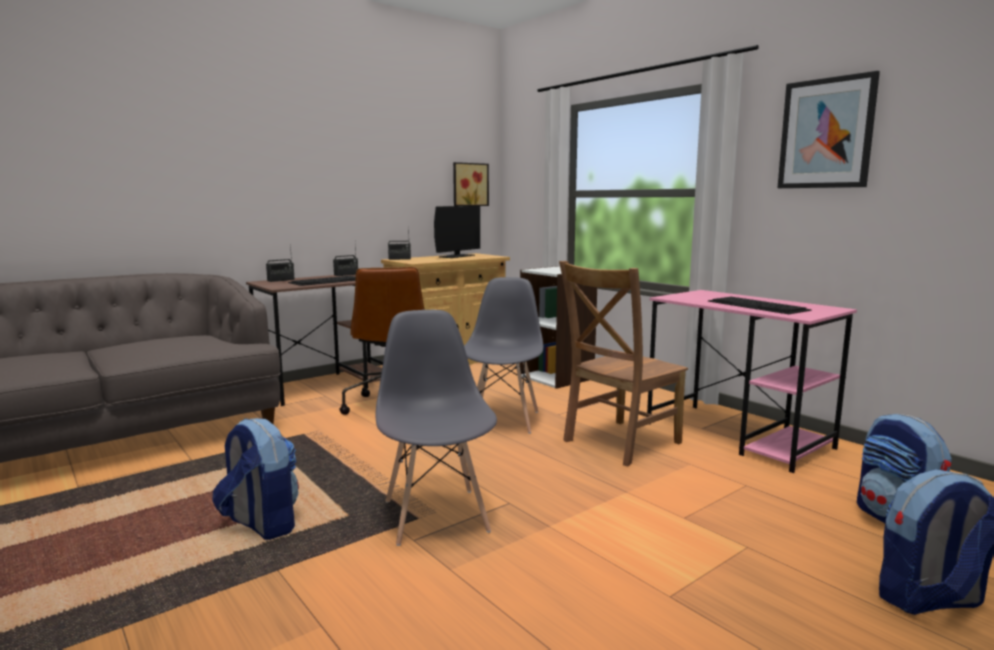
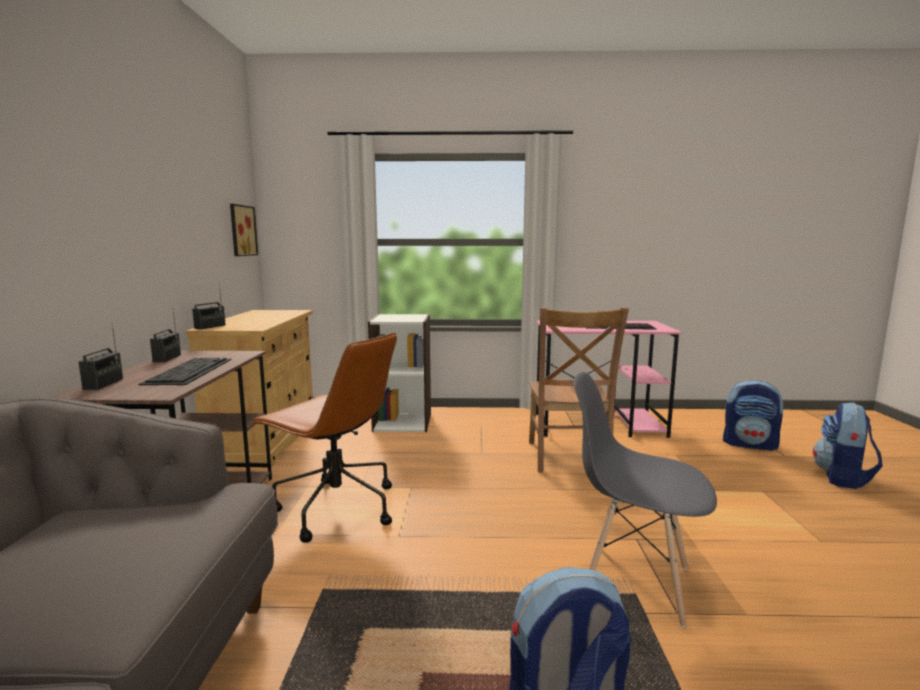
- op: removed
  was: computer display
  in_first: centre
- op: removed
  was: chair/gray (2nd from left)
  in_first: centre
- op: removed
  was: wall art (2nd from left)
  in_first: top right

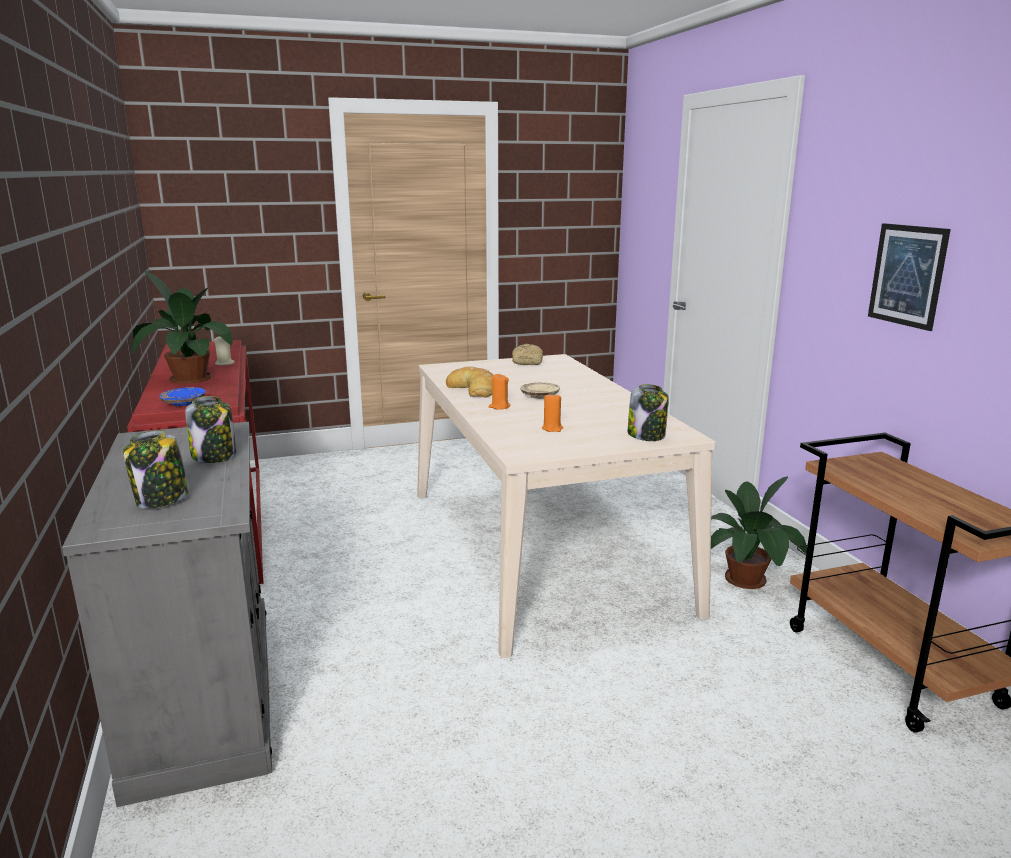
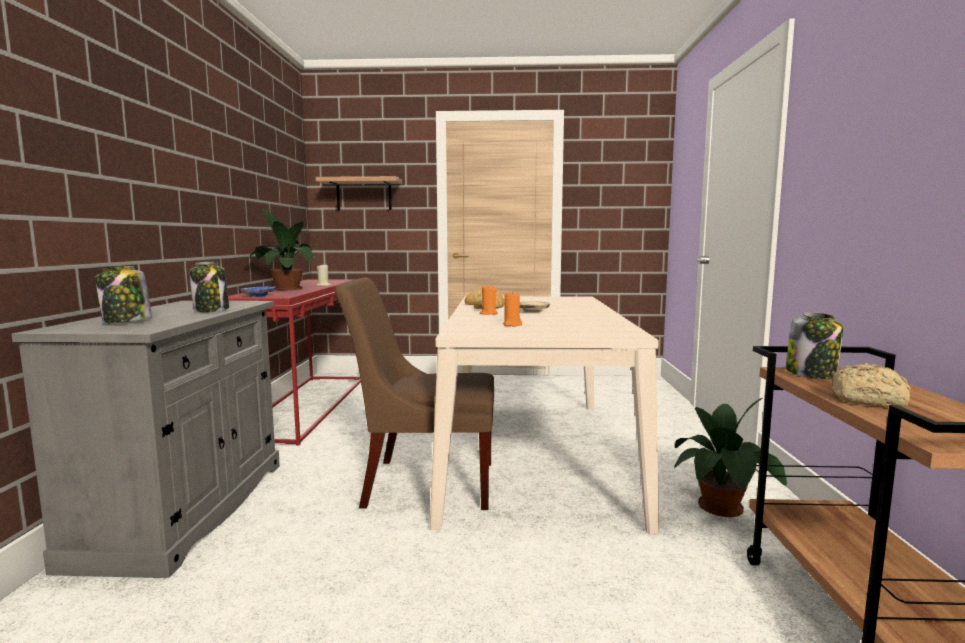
- op: added
  now: bracket shelf
  in_second: top centre
- op: added
  now: chair/brownish
  in_second: centre
- op: moved
  was: preserve jar (3rd from left)
  in_first: centre
  in_second: middle right
- op: moved
  was: bakery bread (2nd from left)
  in_first: centre
  in_second: middle right
- op: removed
  was: wall art
  in_first: top right

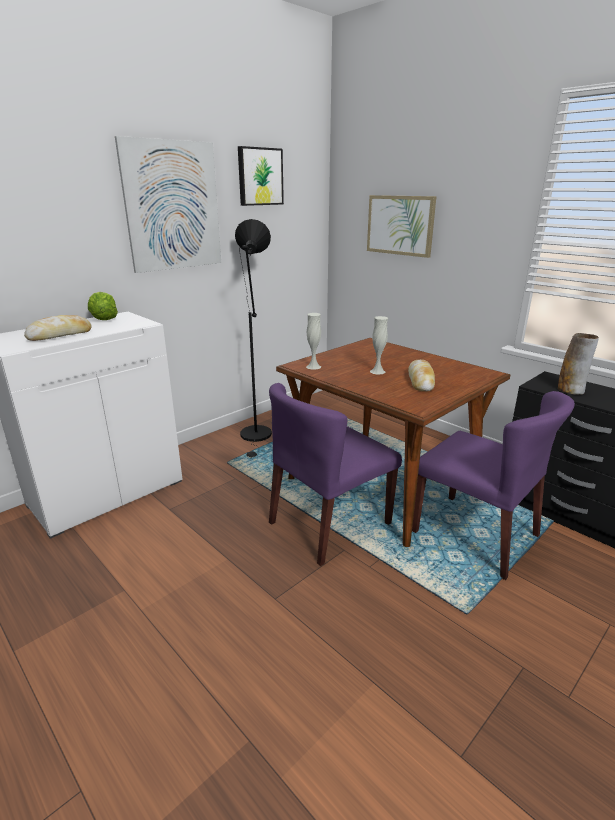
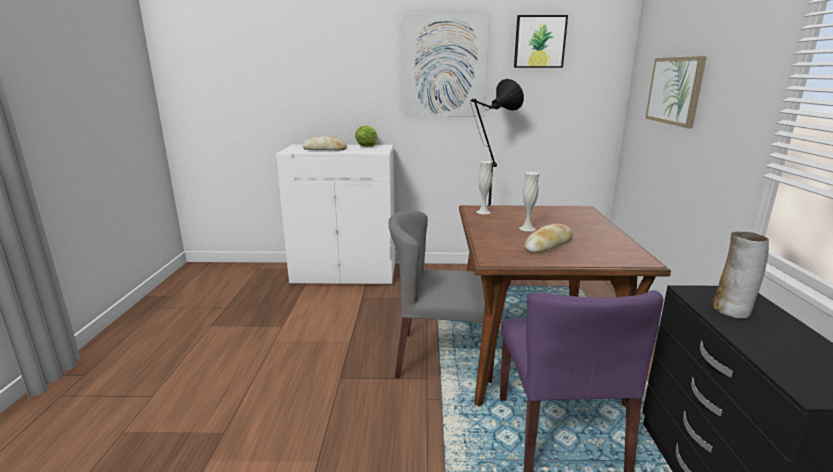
- op: recoloured
  was: chair/purple-coloured (1st from left)
  now: chair/gray
  in_first: centre
  in_second: centre

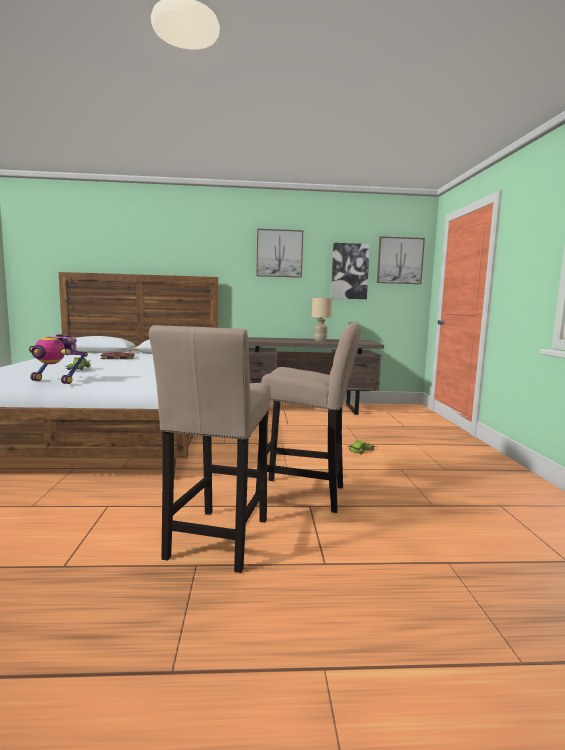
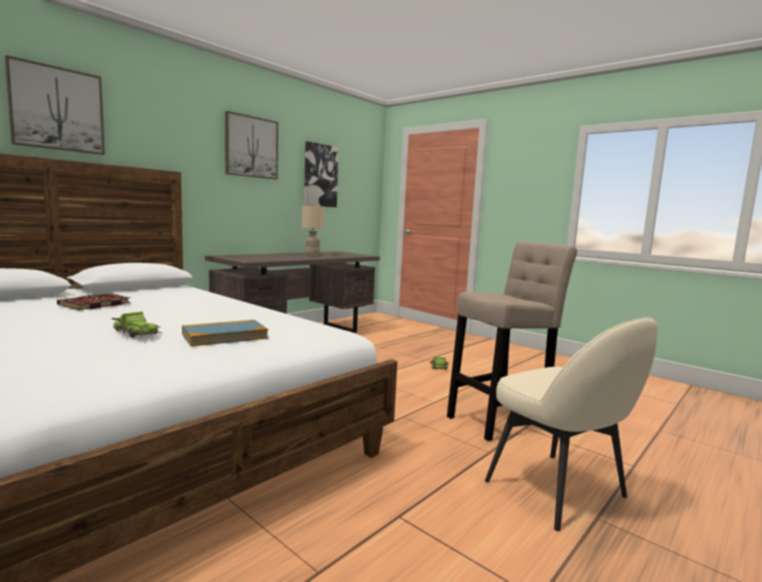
- op: moved
  was: wall art (3rd from left in the first image)
  now: wall art (1st from left)
  in_first: middle right
  in_second: top left
- op: added
  now: bound book (2nd from left)
  in_second: middle left
- op: replaced
  was: sitting stool/sand-coloured (1st from left)
  now: chair/sand-coloured
  in_first: centre
  in_second: bottom right
- op: removed
  was: robot figure
  in_first: middle left

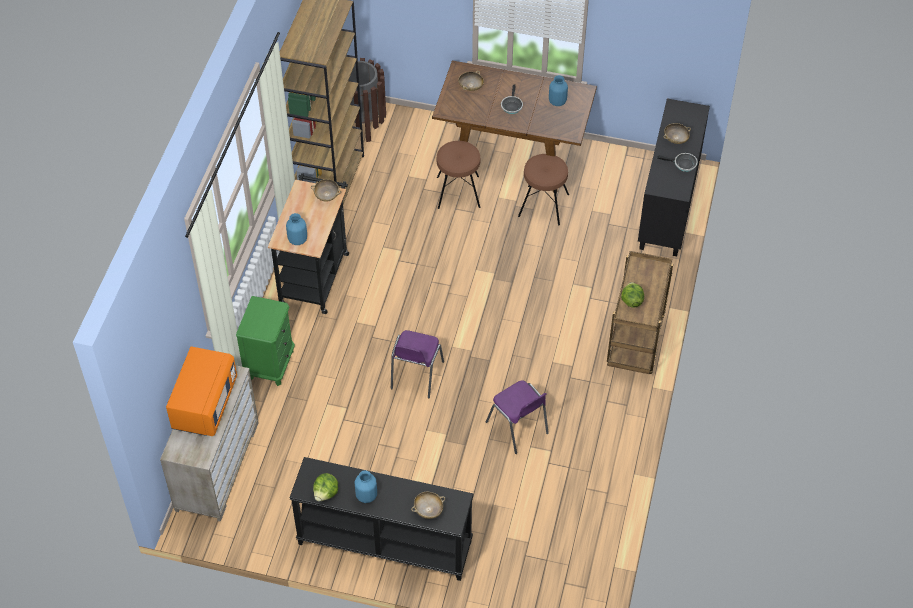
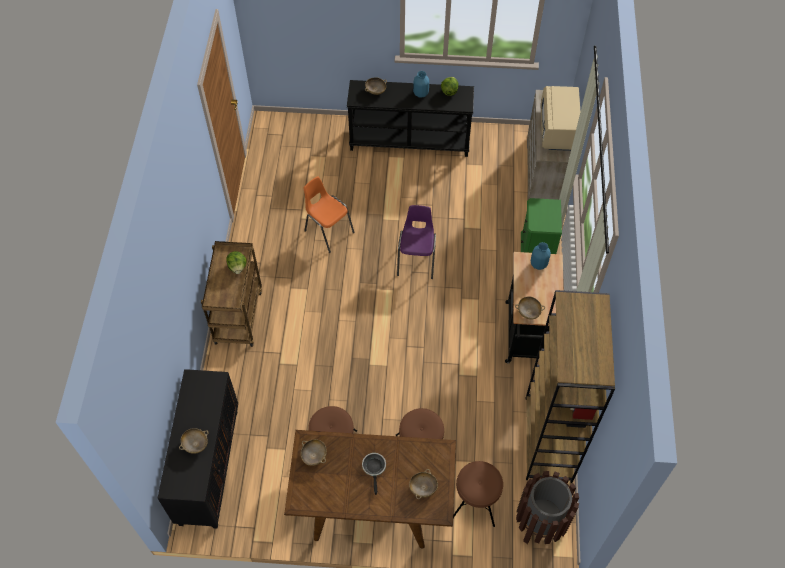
- op: added
  now: bowl/sand-coloured (2nd from left)
  in_second: bottom centre
- op: recoloured
  was: chair/purple-coloured (2nd from left)
  now: chair/orange
  in_first: bottom centre
  in_second: centre
- op: added
  now: sitting stool/brownish (3rd from left)
  in_second: bottom centre
- op: recoloured
  was: microwave oven/orange
  now: microwave oven/sand-coloured
  in_first: middle left
  in_second: top right
- op: removed
  was: flower vase/bluish (3rd from left)
  in_first: top centre
- op: removed
  was: pan (2nd from left)
  in_first: top right

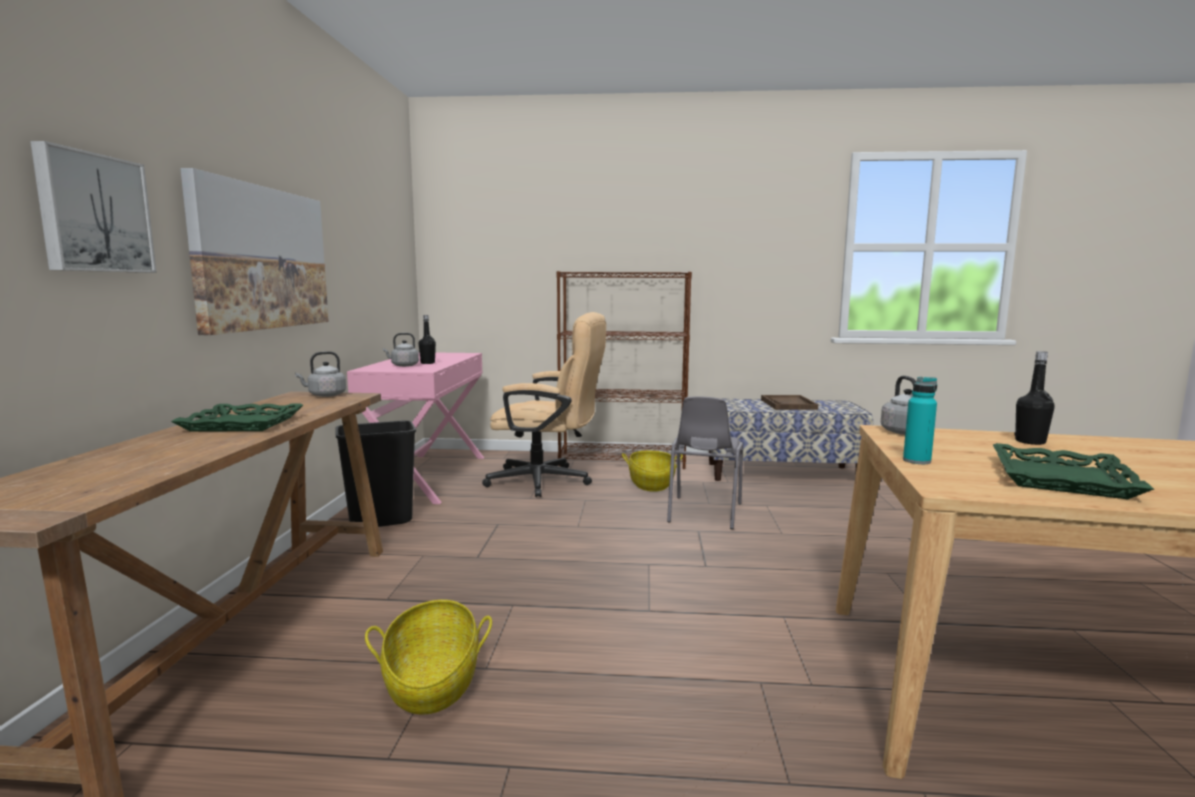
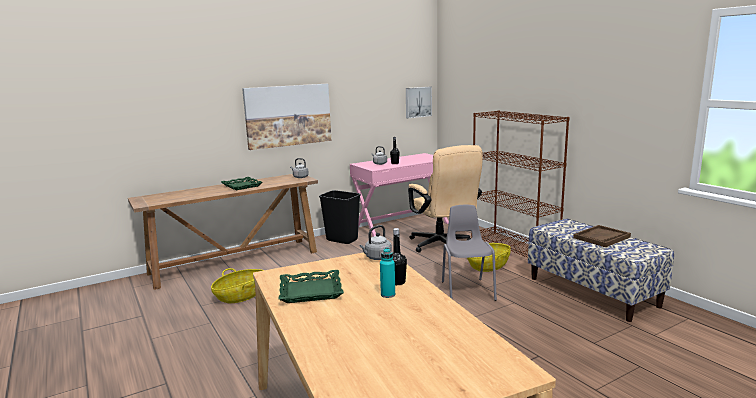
- op: moved
  was: drink bottle/blue-green
  in_first: middle right
  in_second: bottom centre
- op: moved
  was: wall art (1st from left in the first image)
  now: wall art (2nd from left)
  in_first: top left
  in_second: top centre
- op: turned
  was: chair/gray
  in_first: centre
  in_second: centre
  clockwise: 105

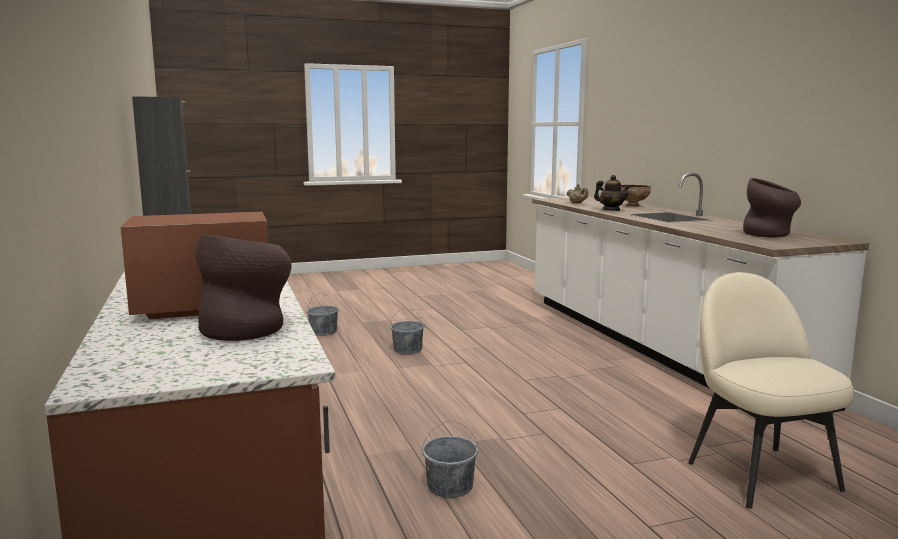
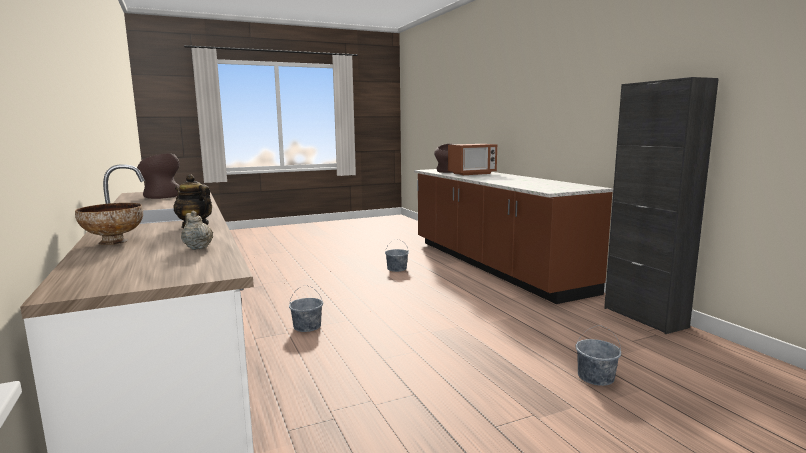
- op: moved
  was: bucket/gray (2nd from left in the first image)
  now: bucket/gray (1st from left)
  in_first: centre
  in_second: bottom centre
- op: removed
  was: chair/sand-coloured
  in_first: bottom right

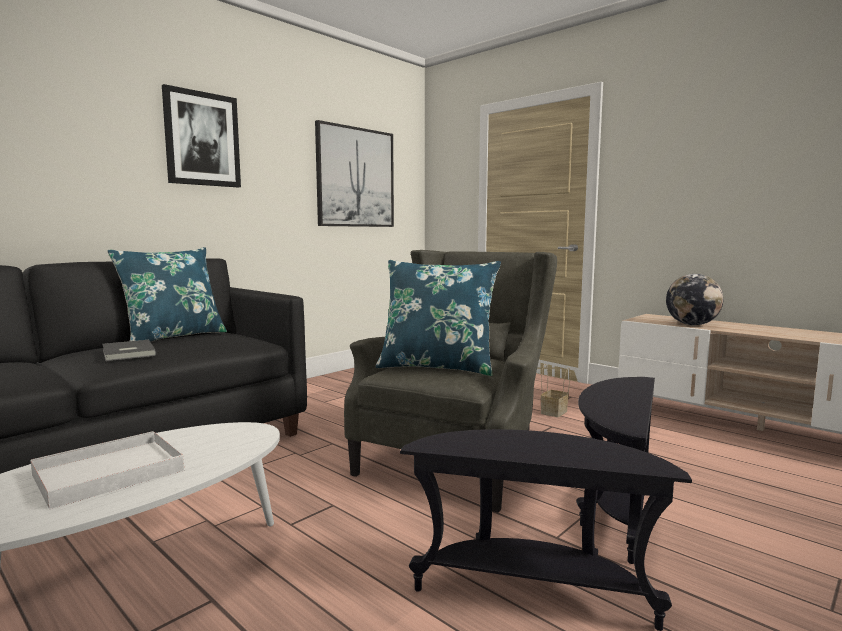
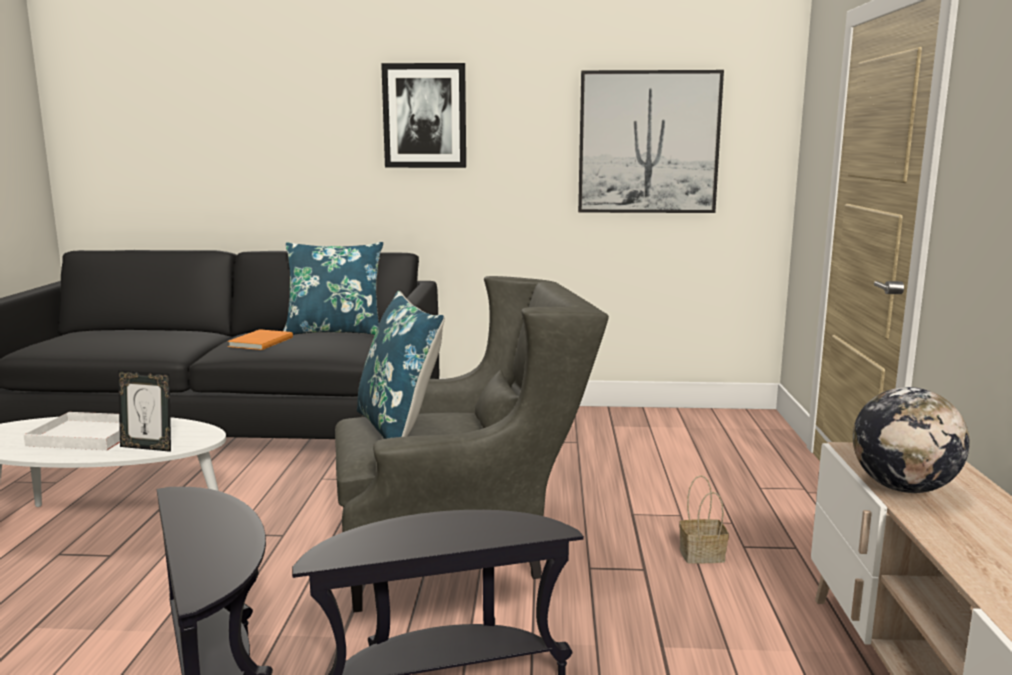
- op: added
  now: photo frame
  in_second: middle left
- op: recoloured
  was: bound book/gray
  now: bound book/orange
  in_first: middle left
  in_second: middle left

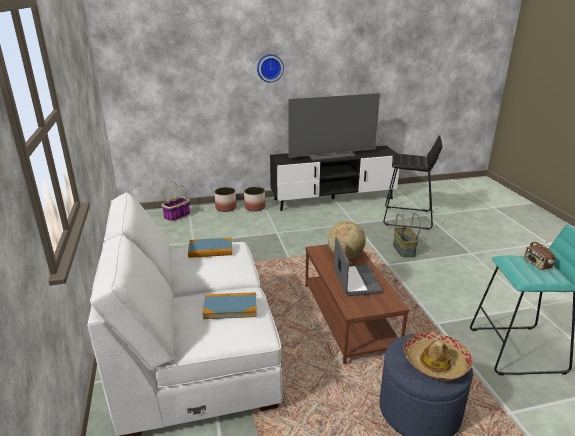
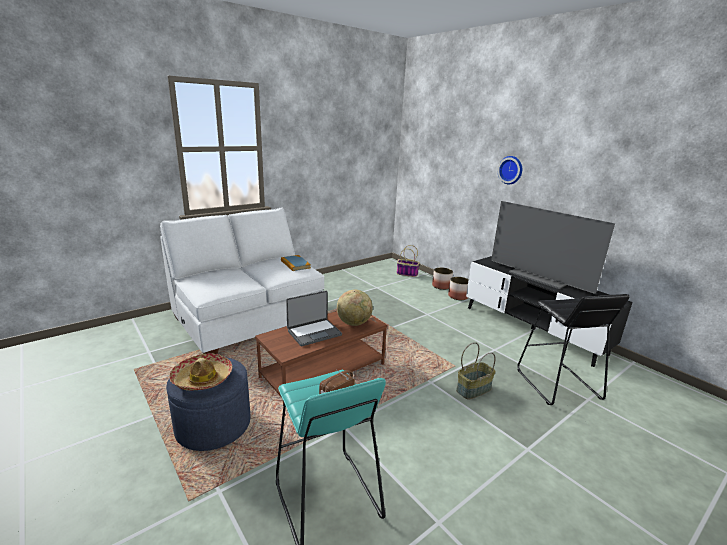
- op: removed
  was: bound book (2nd from left)
  in_first: bottom centre

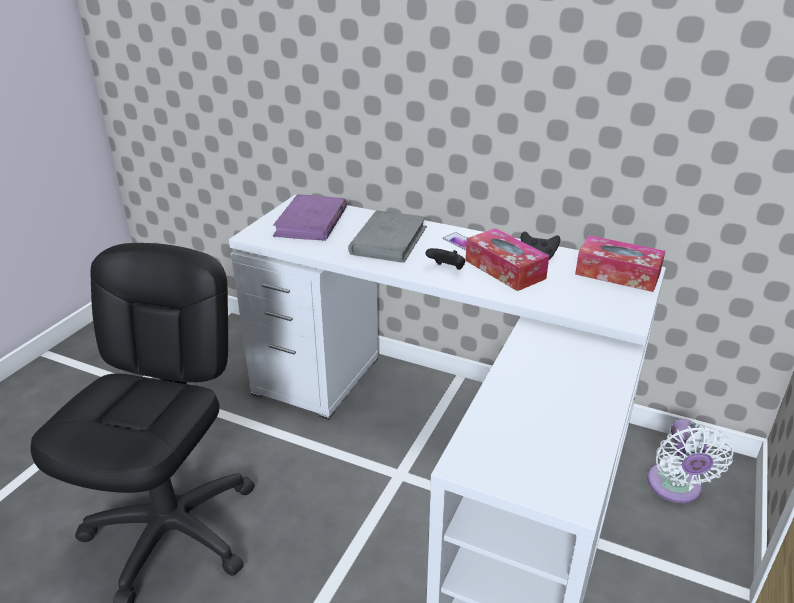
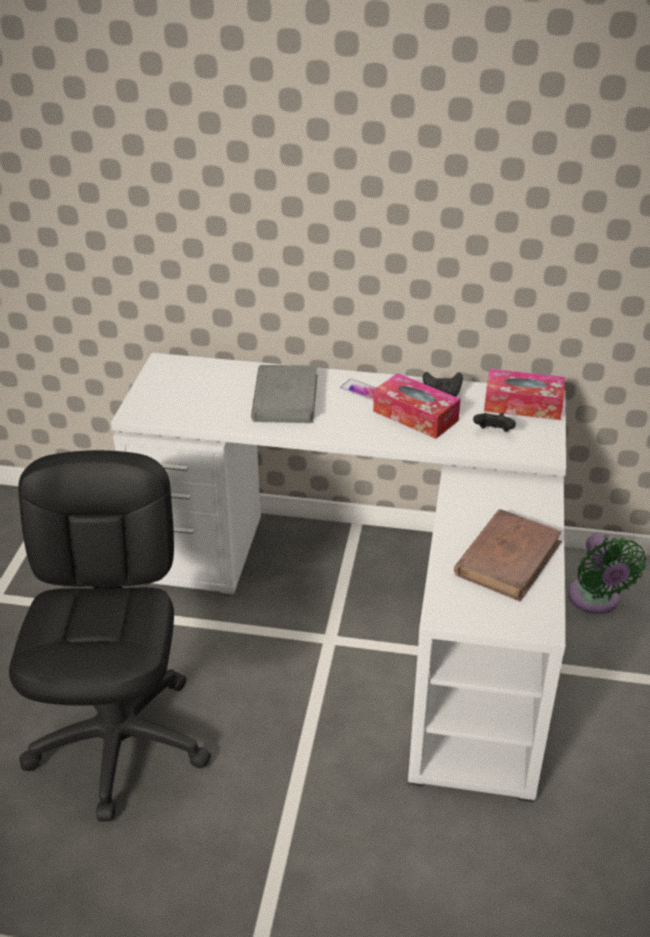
- op: added
  now: bound book/brownish
  in_second: middle right
- op: moved
  was: joypad/blackish (1st from left in the first image)
  now: joypad/blackish (2nd from left)
  in_first: centre
  in_second: middle right
- op: recoloured
  was: electric fan/whitish
  now: electric fan/green
  in_first: bottom right
  in_second: middle right
- op: removed
  was: bound book/purple-coloured
  in_first: centre

